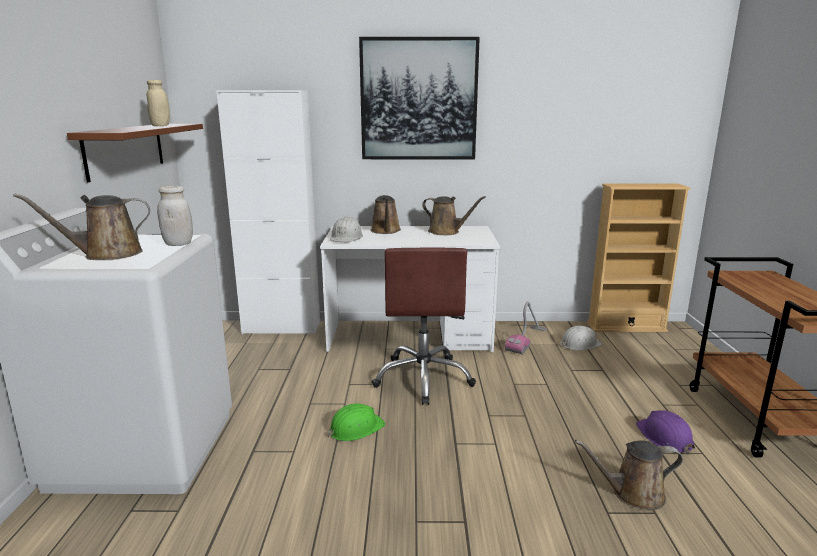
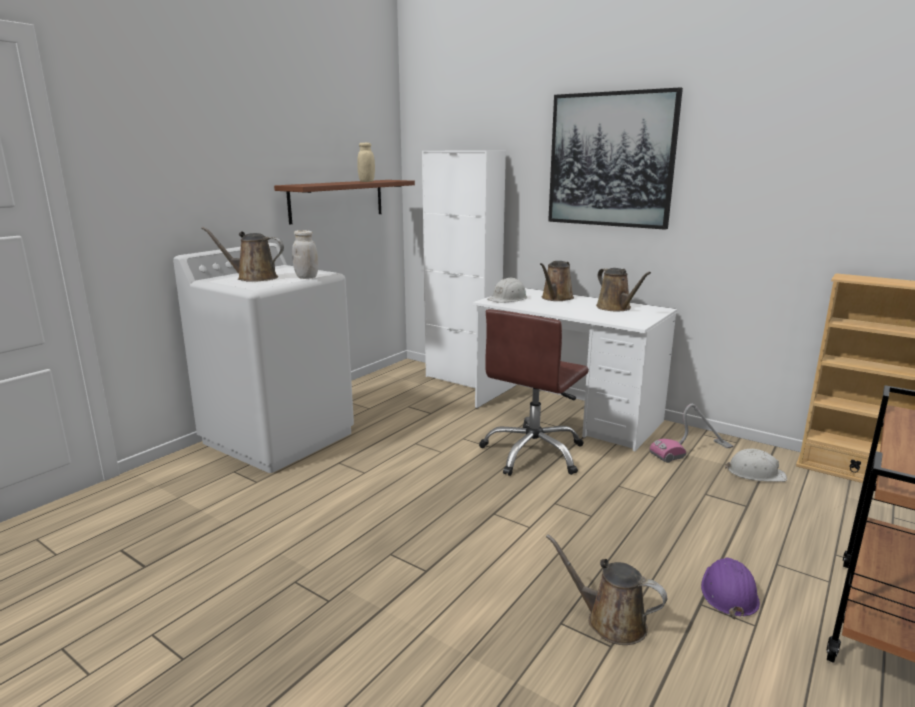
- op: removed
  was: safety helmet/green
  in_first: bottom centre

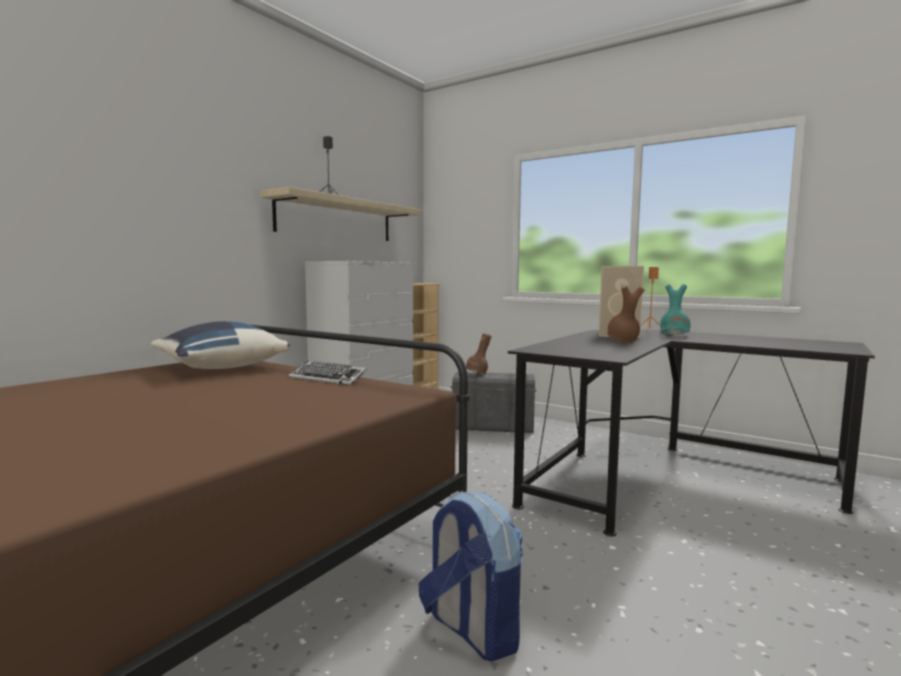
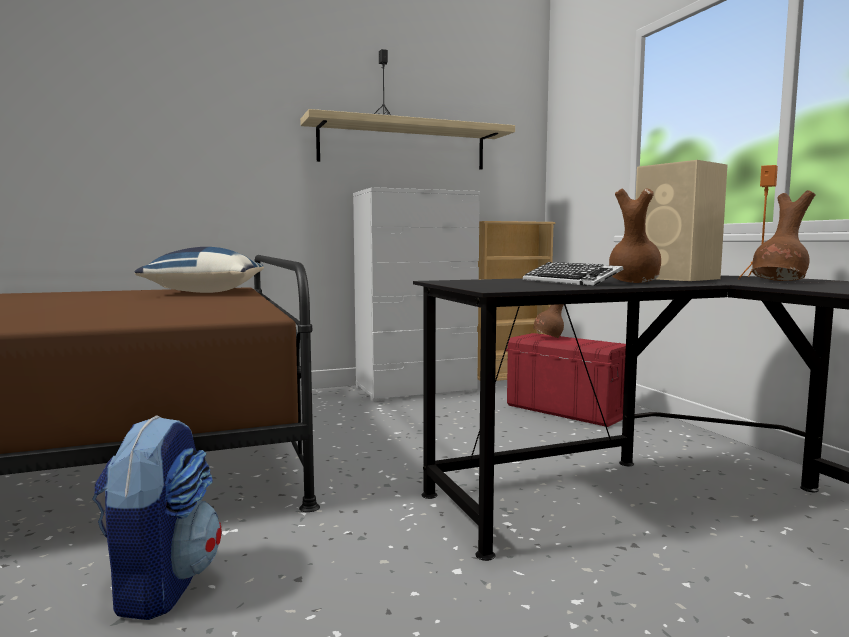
- op: recoloured
  was: storage container/gray
  now: storage container/red-coloured
  in_first: centre
  in_second: middle right
- op: moved
  was: PC keyboard
  in_first: centre
  in_second: middle right
- op: recoloured
  was: flower vase/blue-green
  now: flower vase/brownish (3rd from left)
  in_first: middle right
  in_second: middle right

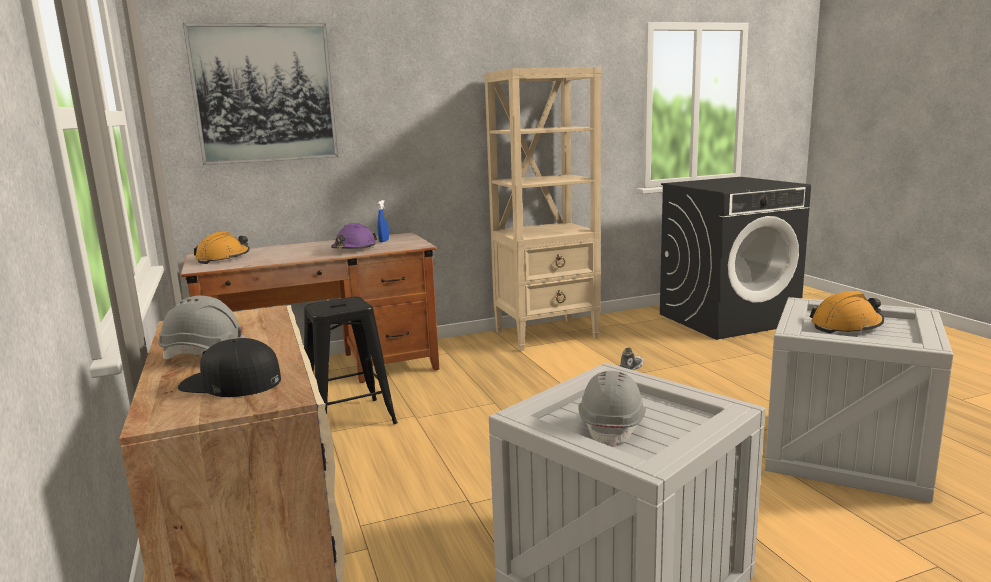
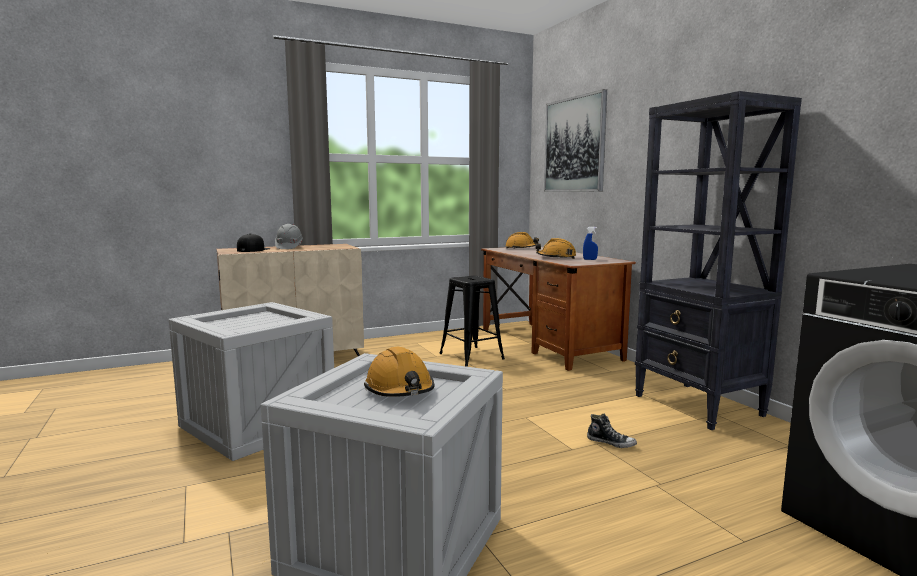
- op: recoloured
  was: safety helmet/purple-coloured
  now: safety helmet/orange (3rd from left)
  in_first: centre
  in_second: centre
- op: recoloured
  was: bookshelf/sand-coloured
  now: bookshelf/blackish
  in_first: centre
  in_second: middle right
- op: removed
  was: safety helmet/gray (2nd from left)
  in_first: bottom centre

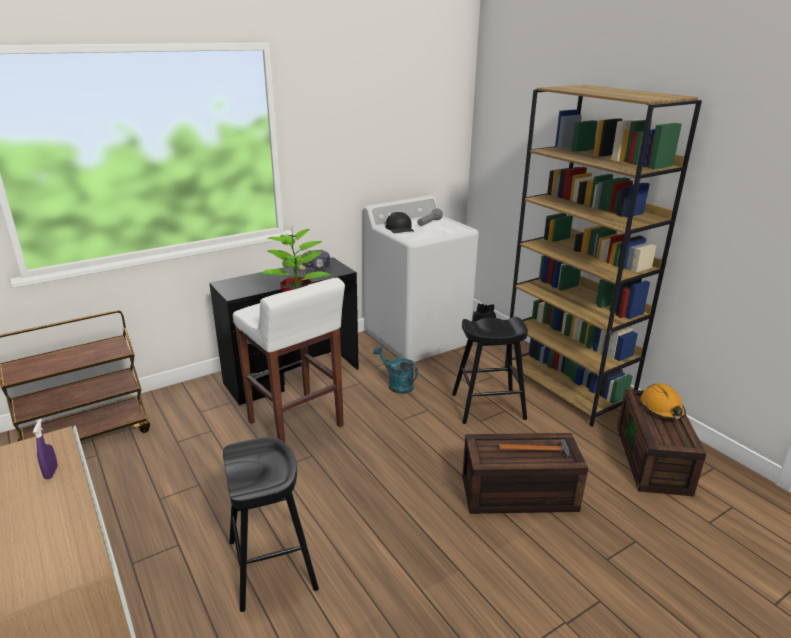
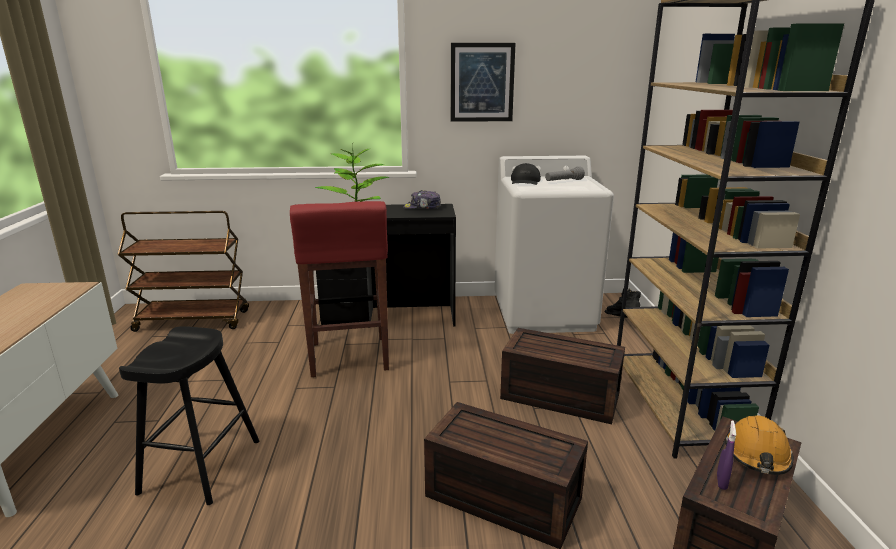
- op: recoloured
  was: sitting stool/whitish
  now: sitting stool/red-coloured
  in_first: centre
  in_second: centre
- op: added
  now: wall art
  in_second: top centre
- op: replaced
  was: sitting stool/blackish (2nd from left)
  now: storage container/brownish (2nd from left)
  in_first: centre
  in_second: bottom centre
- op: moved
  was: sprayer/purple-coloured
  in_first: bottom left
  in_second: bottom right
- op: removed
  was: watering can/blue-green
  in_first: centre
- op: removed
  was: hand hammer
  in_first: bottom right

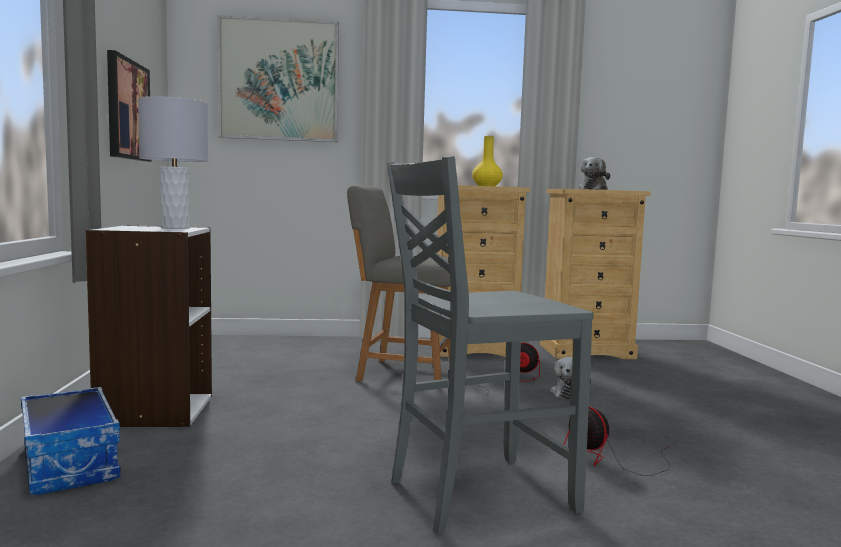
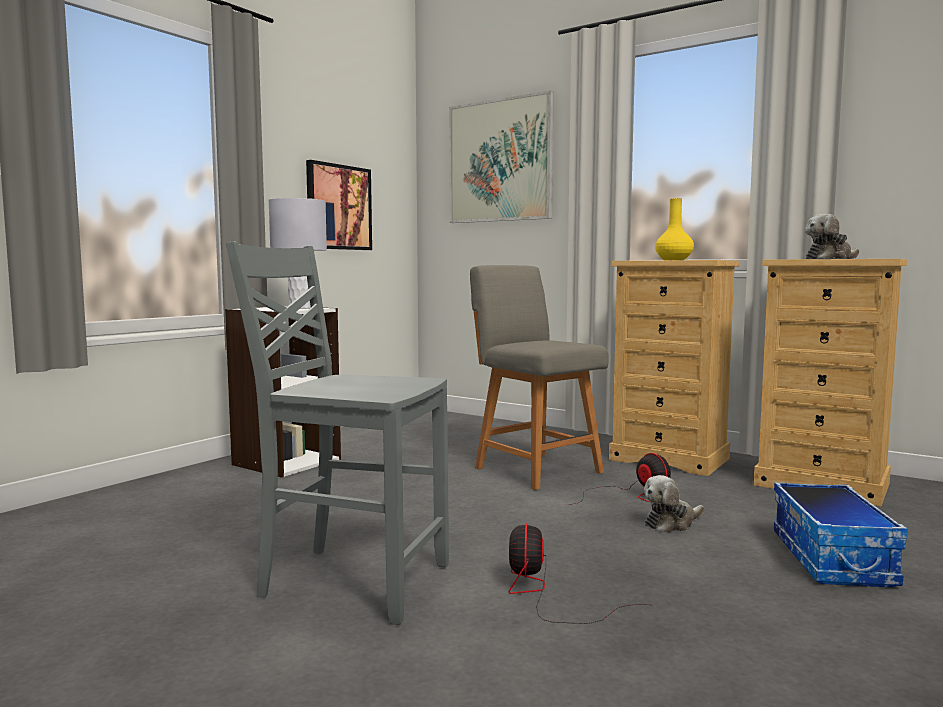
- op: moved
  was: storage container
  in_first: bottom left
  in_second: bottom right

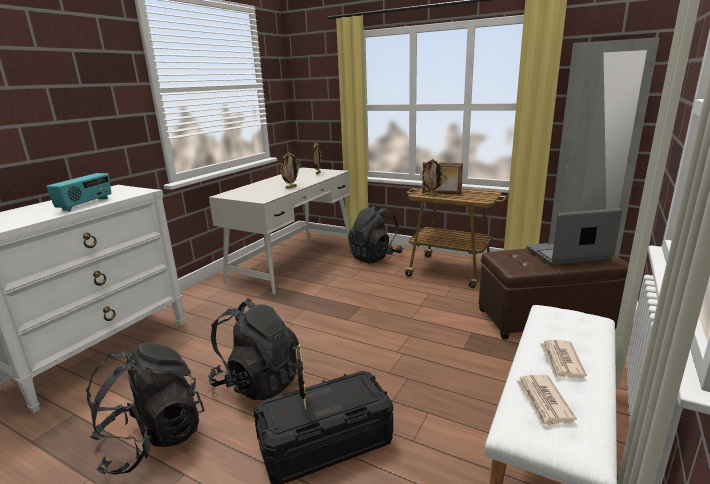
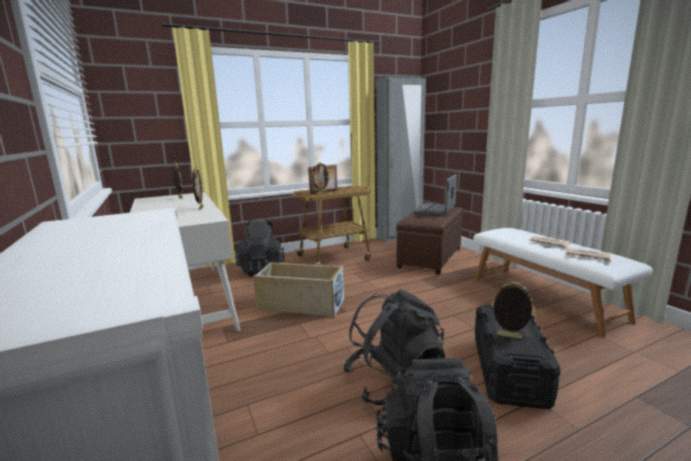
- op: added
  now: storage container/sand-coloured
  in_second: centre
- op: removed
  was: radio
  in_first: middle left

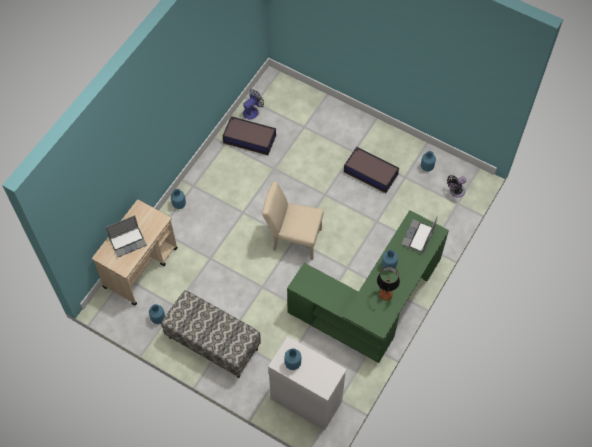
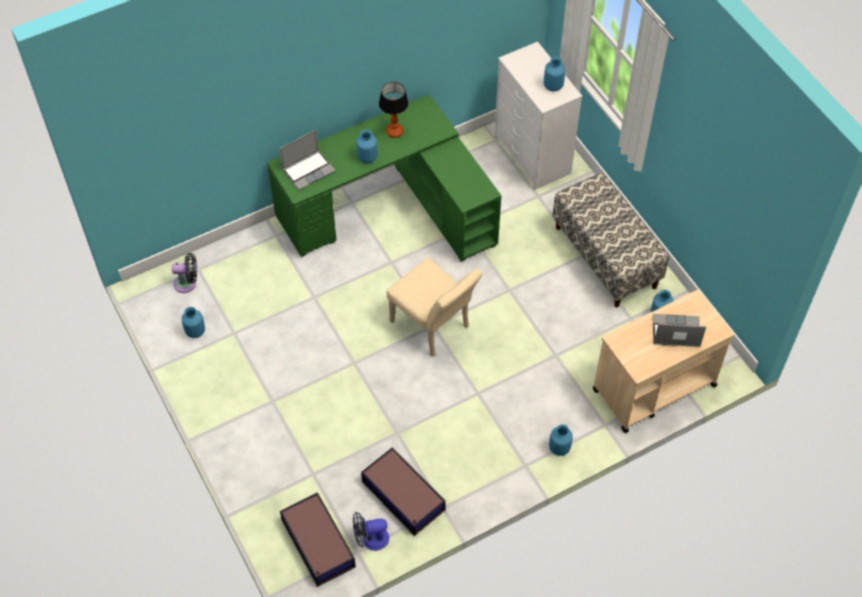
- op: moved
  was: storage container (2nd from left in the first image)
  now: storage container (1st from left)
  in_first: centre
  in_second: bottom centre

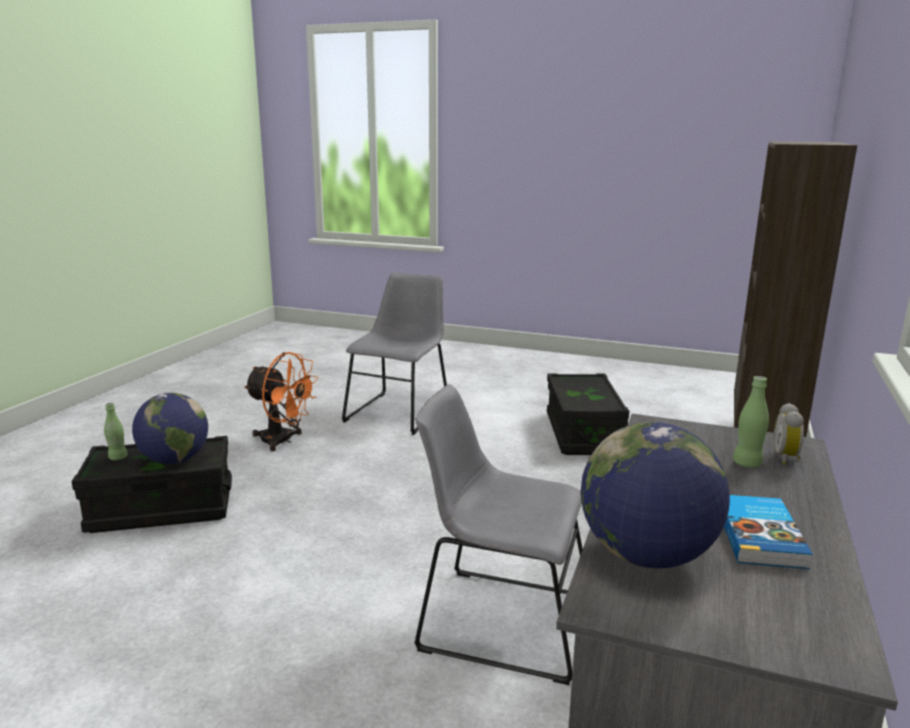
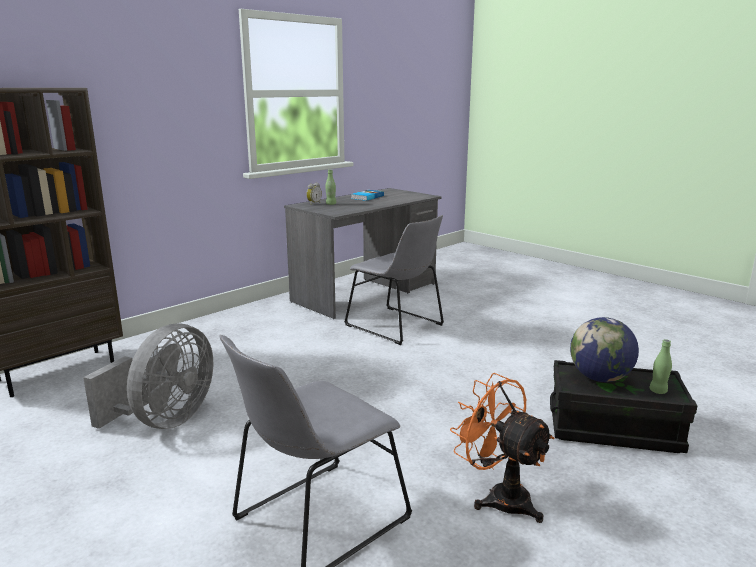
- op: replaced
  was: storage container/blackish (2nd from left)
  now: electric fan/gray
  in_first: centre
  in_second: middle left
- op: removed
  was: world globe (2nd from left)
  in_first: bottom right

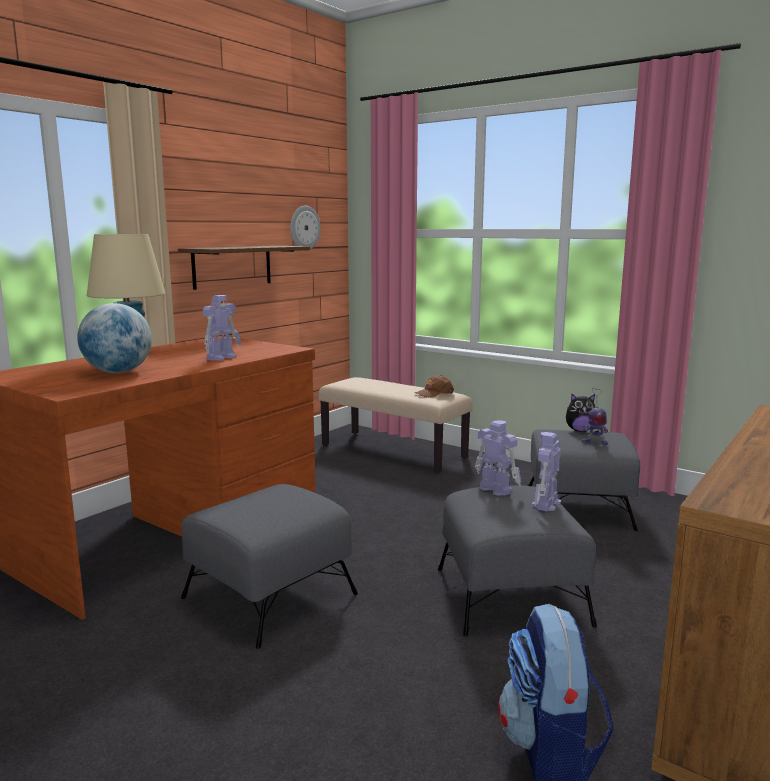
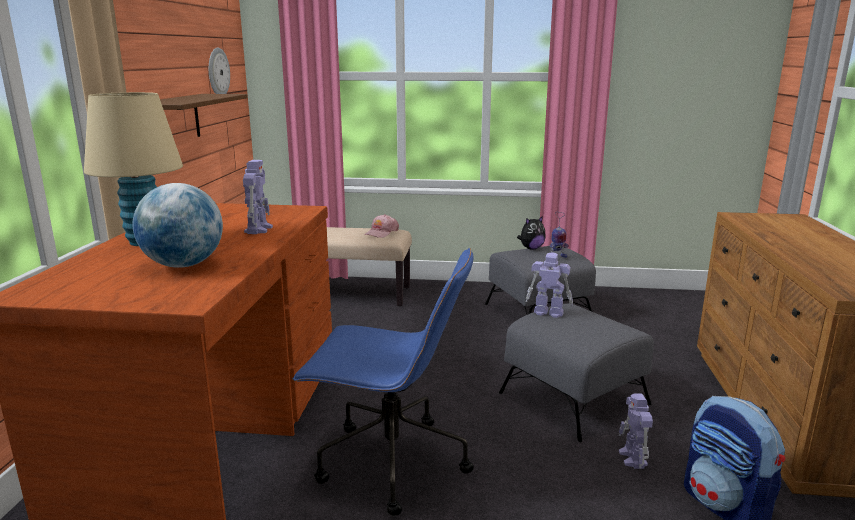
- op: replaced
  was: footrest/gray (1st from left)
  now: computer chair/bluish
  in_first: bottom centre
  in_second: bottom centre
- op: recoloured
  was: cap/brownish
  now: cap/pinkish
  in_first: centre
  in_second: centre
- op: moved
  was: robot figure (3rd from left in the first image)
  now: robot figure (4th from left)
  in_first: middle right
  in_second: bottom right

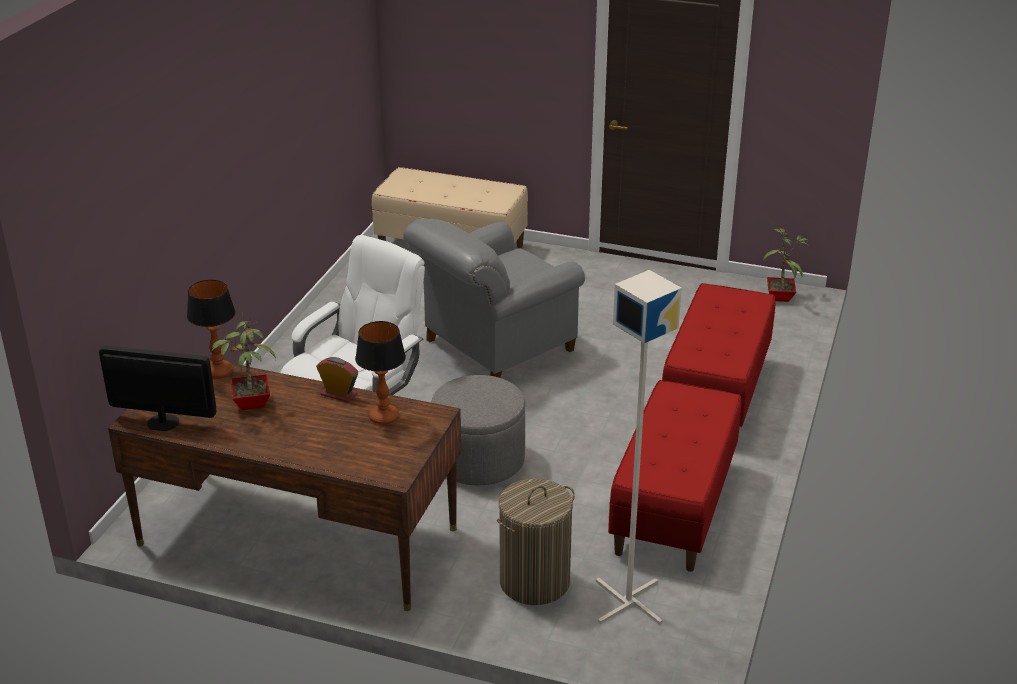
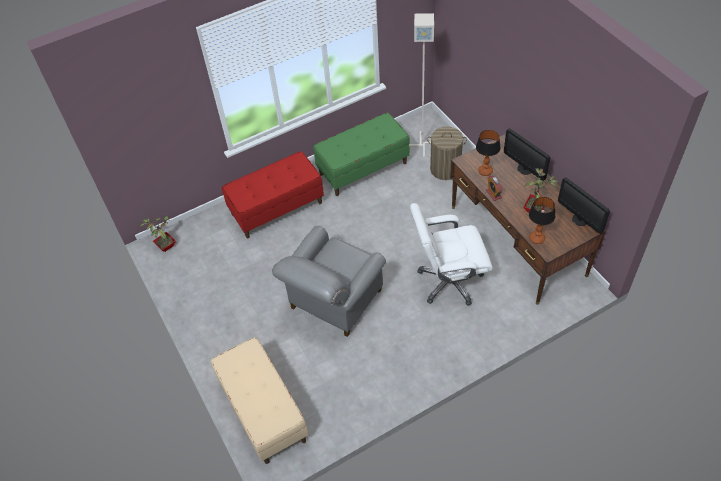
- op: turned
  was: armchair/gray
  in_first: centre
  in_second: centre
  clockwise: 120
- op: recoloured
  was: bench/red-coloured (1st from left)
  now: bench/green
  in_first: bottom centre
  in_second: top centre
- op: added
  now: computer display (1st from left)
  in_second: top right
- op: removed
  was: footrest/gray
  in_first: centre

